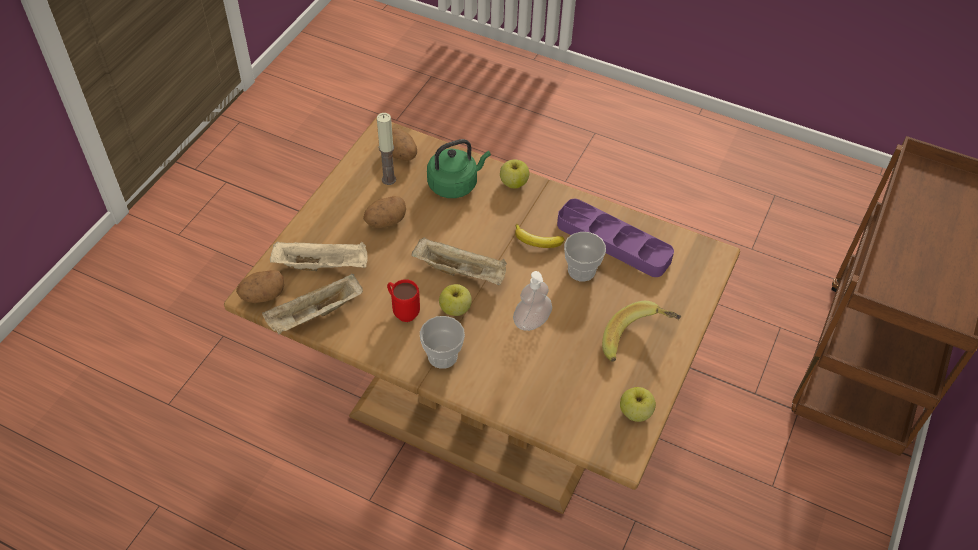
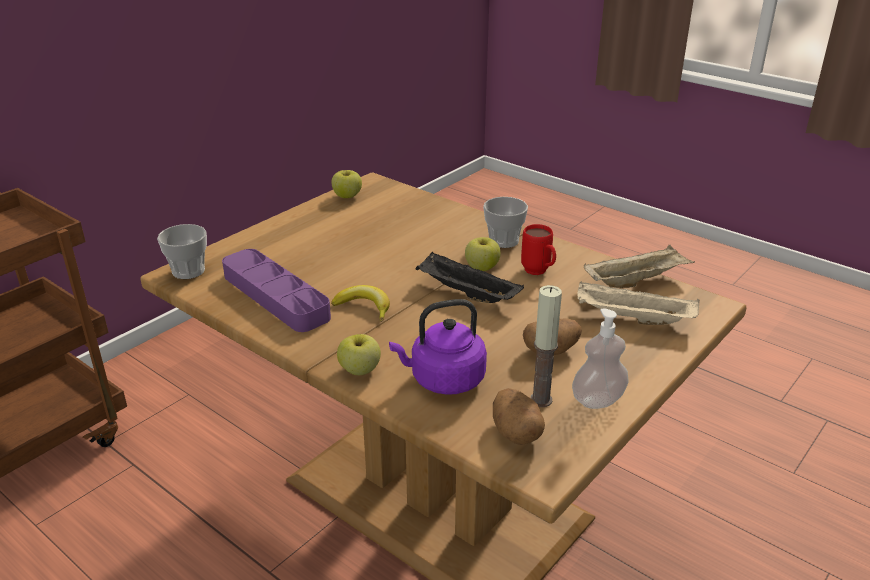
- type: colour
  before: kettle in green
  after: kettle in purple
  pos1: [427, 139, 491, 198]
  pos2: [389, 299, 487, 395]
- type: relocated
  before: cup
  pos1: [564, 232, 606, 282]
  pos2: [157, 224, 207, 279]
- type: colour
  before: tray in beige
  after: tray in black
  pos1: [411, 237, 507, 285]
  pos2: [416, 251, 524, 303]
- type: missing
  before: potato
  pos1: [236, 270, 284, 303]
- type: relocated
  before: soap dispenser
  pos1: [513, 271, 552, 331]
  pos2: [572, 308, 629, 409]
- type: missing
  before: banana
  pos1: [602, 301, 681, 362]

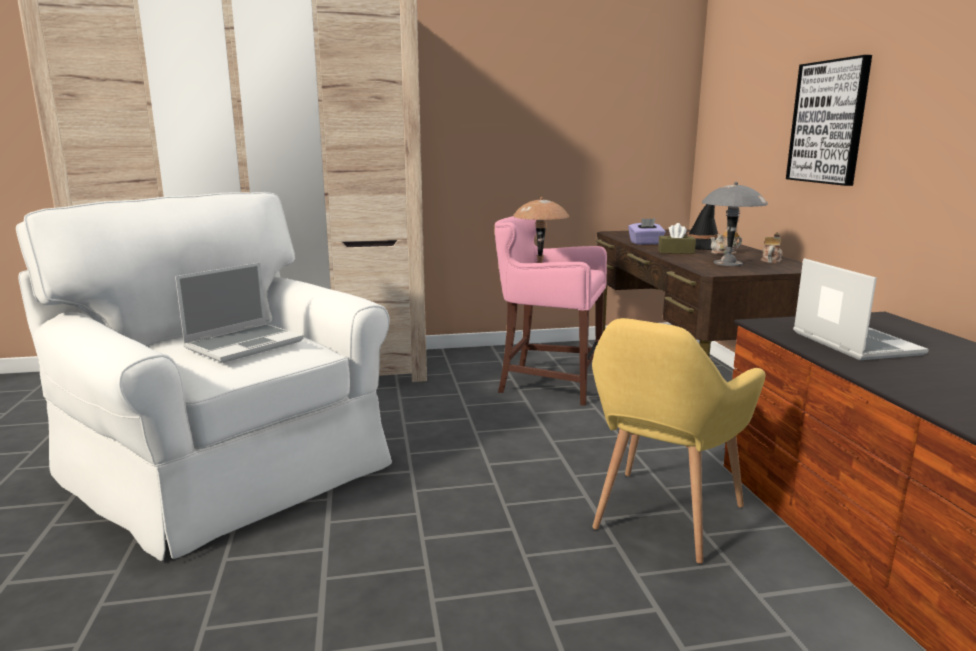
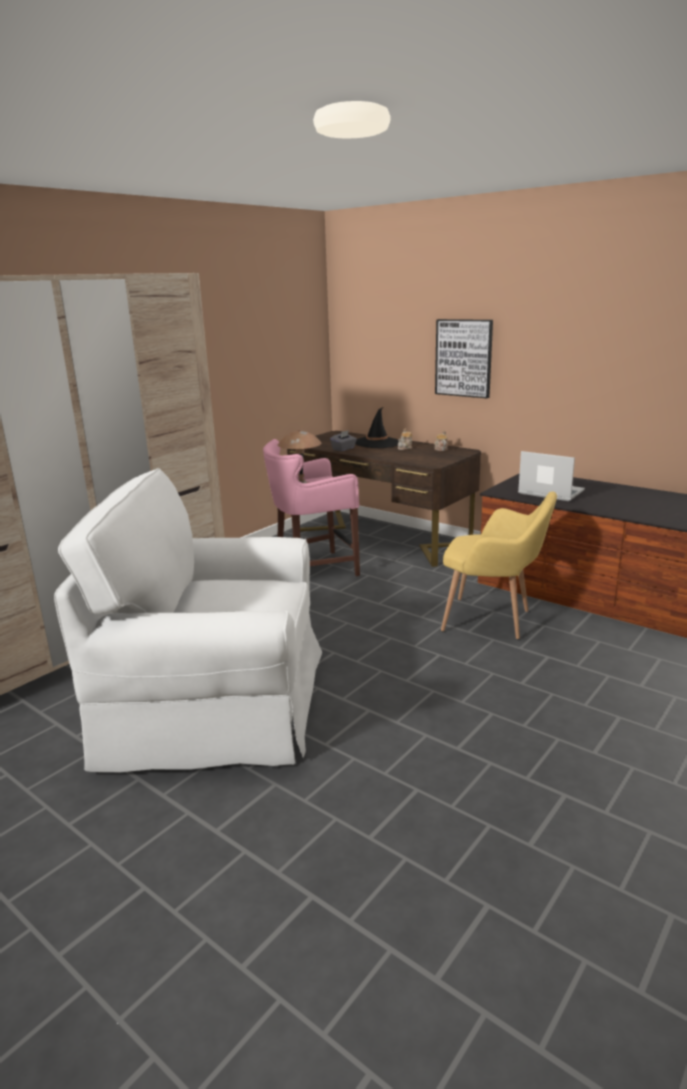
- type: missing
  before: table lamp in grey
  pos1: [702, 182, 768, 266]
- type: colour
  before: tissue box in purple
  after: tissue box in grey
  pos1: [628, 218, 666, 245]
  pos2: [330, 430, 357, 451]
- type: missing
  before: tissue box in brown
  pos1: [658, 223, 696, 254]
- type: missing
  before: laptop
  pos1: [175, 262, 303, 363]
- type: spun
  before: armchair in yellow
  pos1: [592, 318, 766, 564]
  pos2: [441, 491, 557, 639]
  turn: -60

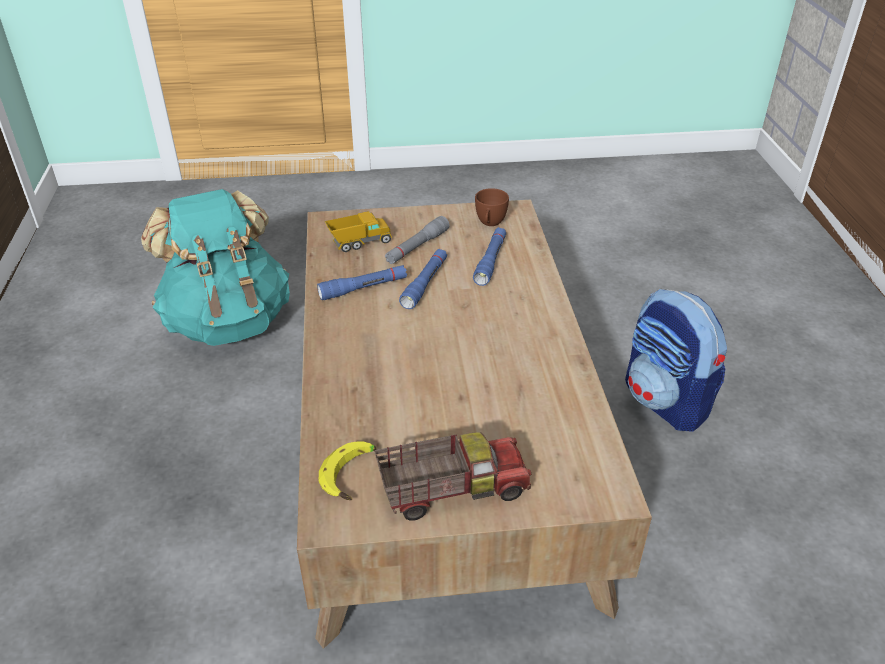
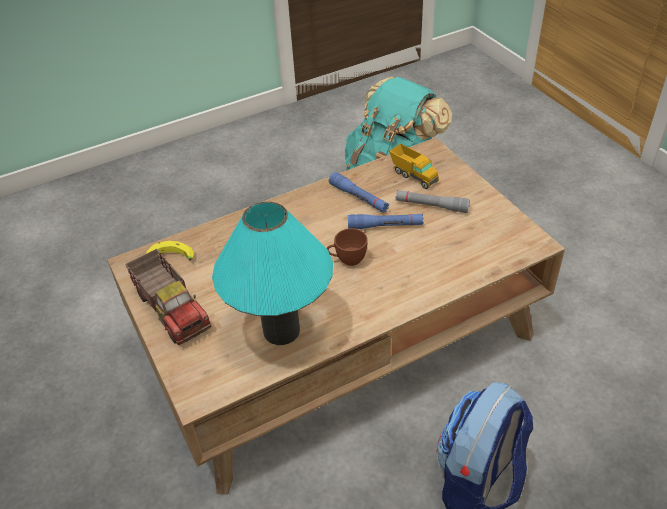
- type: relocated
  before: cup in brown
  pos1: [475, 188, 509, 226]
  pos2: [326, 228, 368, 266]
- type: missing
  before: flashlight in blue
  pos1: [473, 227, 506, 286]
- type: appeared
  after: table lamp in turquoise
  pos2: [212, 202, 333, 345]

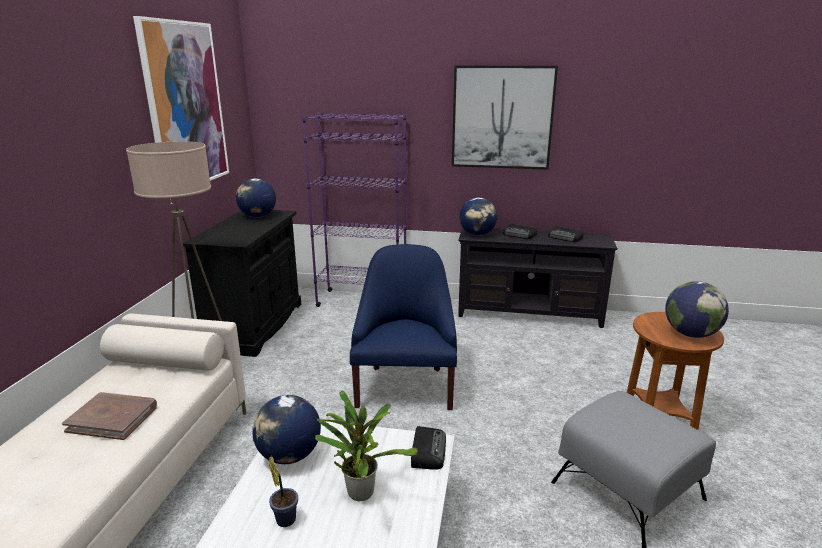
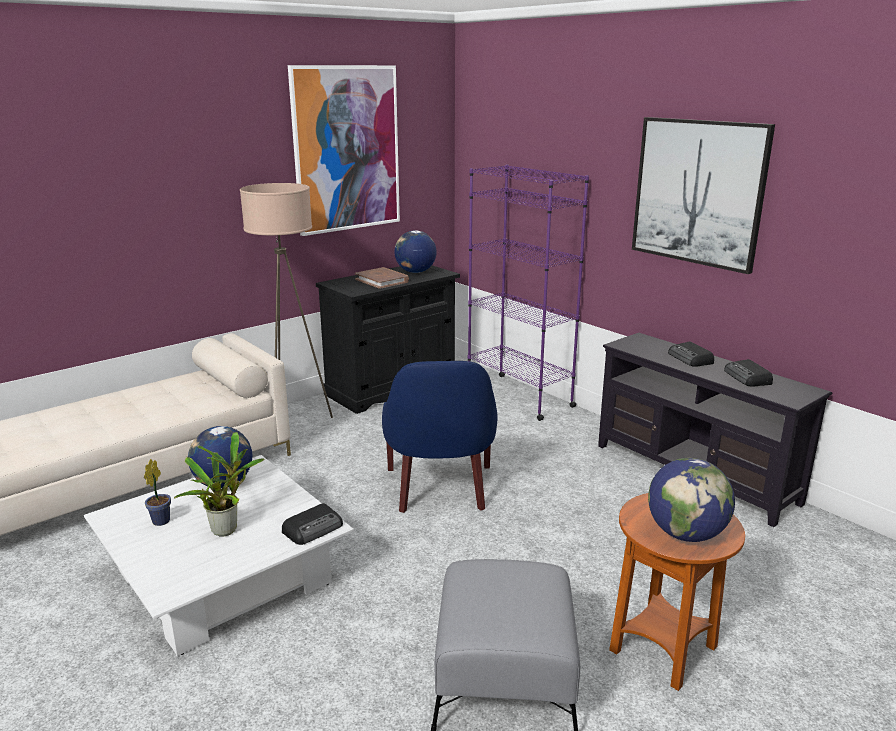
- type: missing
  before: globe
  pos1: [459, 198, 497, 236]
- type: spun
  before: armchair in blue
  pos1: [350, 244, 457, 410]
  pos2: [382, 361, 498, 513]
  turn: 135
- type: relocated
  before: book in brown
  pos1: [62, 392, 157, 440]
  pos2: [355, 267, 409, 289]

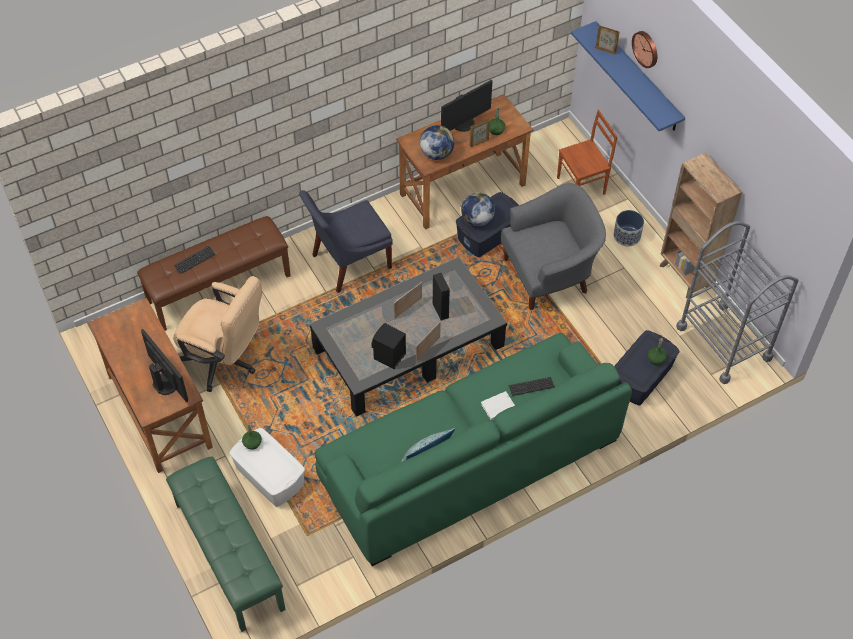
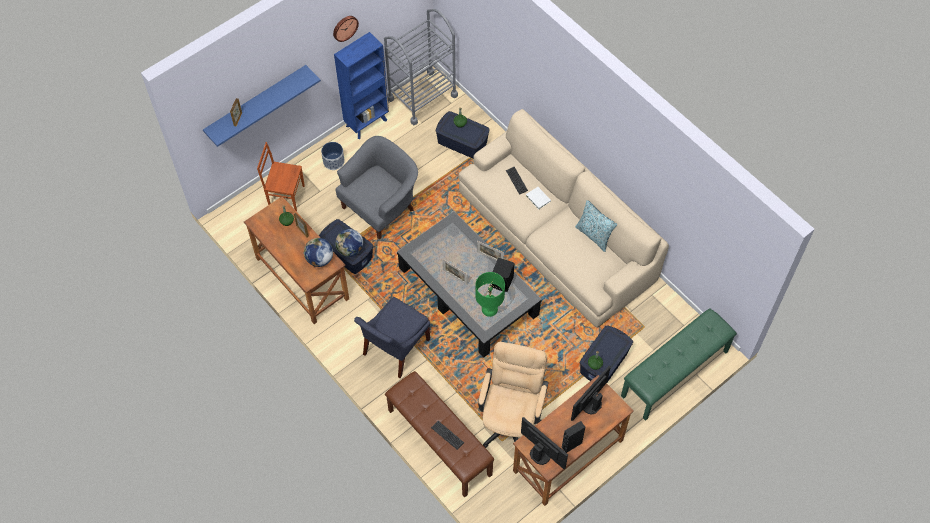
- type: relocated
  before: wall clock
  pos1: [632, 31, 657, 68]
  pos2: [333, 16, 359, 42]
- type: relocated
  before: monitor
  pos1: [441, 80, 493, 132]
  pos2: [521, 417, 568, 469]
- type: spun
  before: chair in brown
  pos1: [557, 110, 617, 195]
  pos2: [257, 142, 305, 212]
  turn: -45
- type: colour
  before: bookcase in brown
  after: bookcase in blue
  pos1: [660, 152, 742, 298]
  pos2: [334, 32, 389, 139]
- type: spun
  before: armchair in grey
  pos1: [501, 183, 606, 310]
  pos2: [336, 136, 418, 240]
  turn: 75
- type: spun
  before: chair in blue
  pos1: [299, 190, 392, 293]
  pos2: [354, 297, 430, 378]
  turn: 75
- type: relocated
  before: speaker in black
  pos1: [432, 273, 450, 321]
  pos2: [562, 421, 585, 453]
- type: colour
  before: sofa in green
  after: sofa in beige
  pos1: [315, 333, 632, 566]
  pos2: [459, 109, 669, 328]
- type: colour
  before: storage box in white
  after: storage box in blue
  pos1: [229, 428, 305, 507]
  pos2: [580, 325, 633, 382]
- type: appeared
  after: table lamp in green
  pos2: [475, 272, 505, 317]

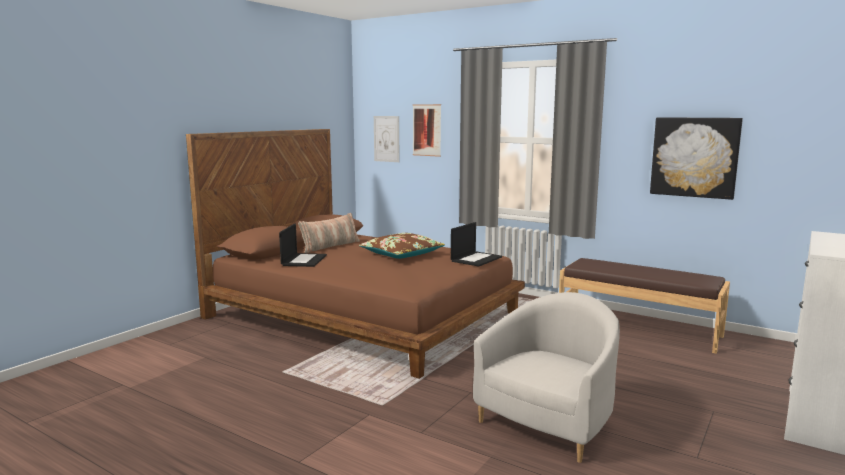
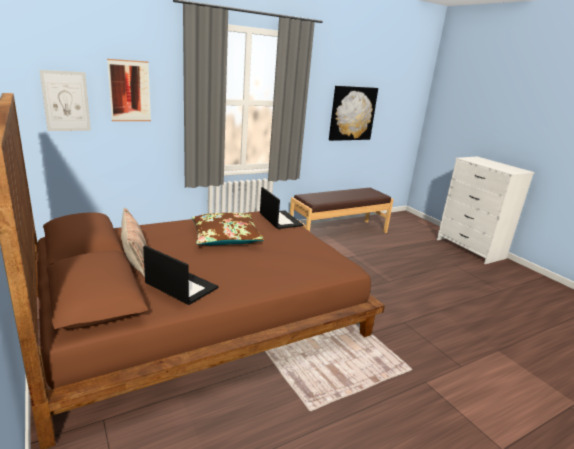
- type: missing
  before: armchair in white
  pos1: [473, 292, 620, 463]

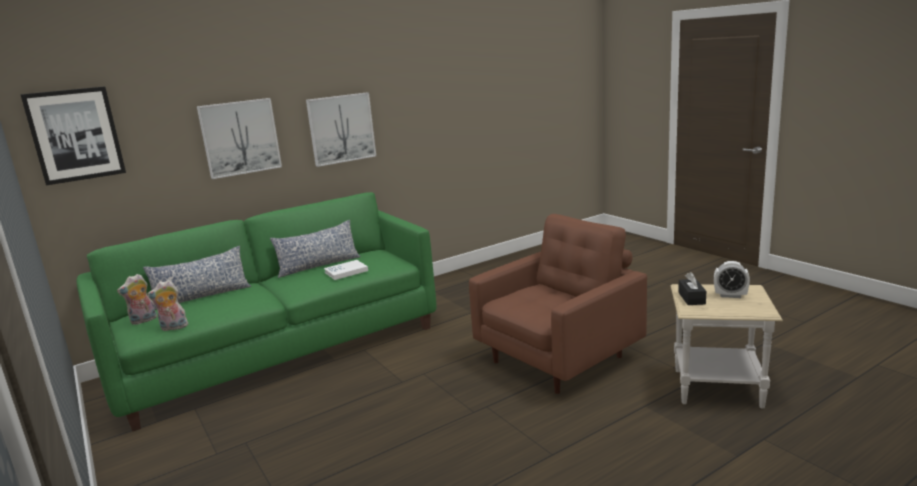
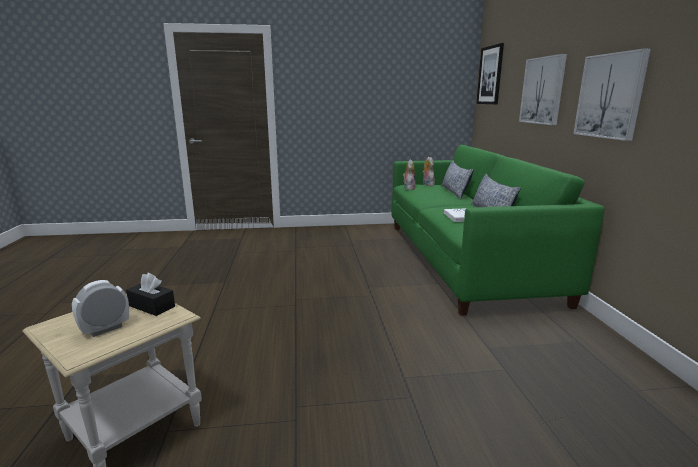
- type: missing
  before: armchair in brown
  pos1: [469, 214, 647, 394]

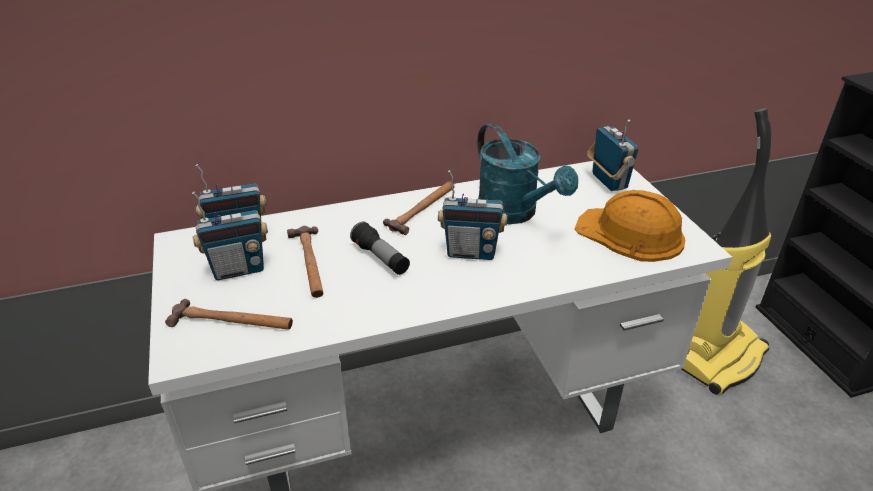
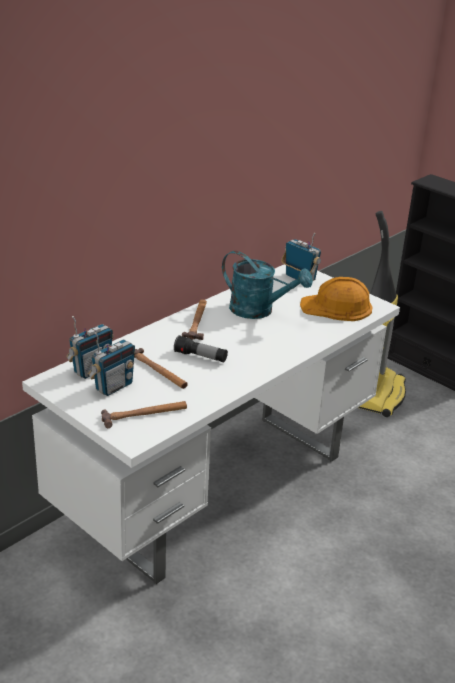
- type: missing
  before: radio
  pos1: [438, 170, 507, 260]

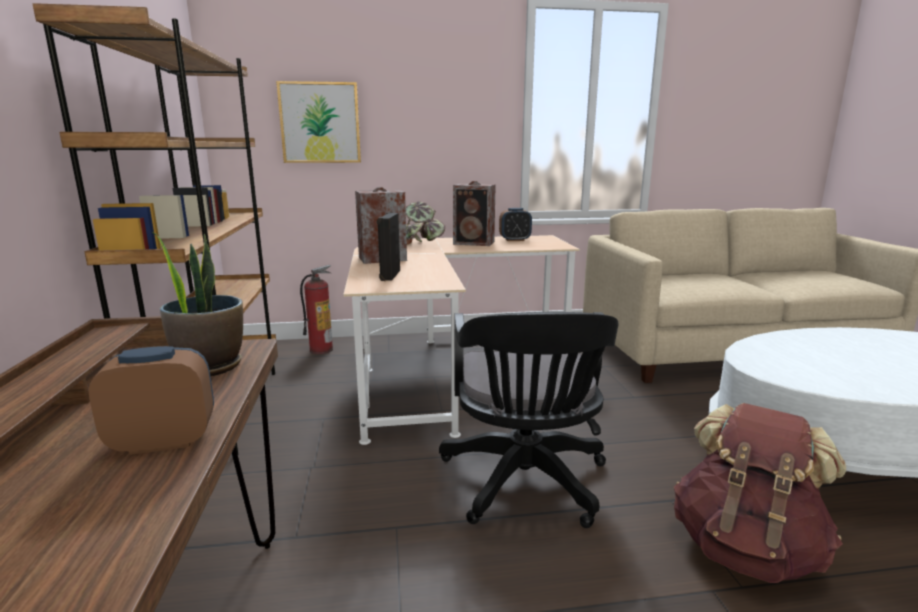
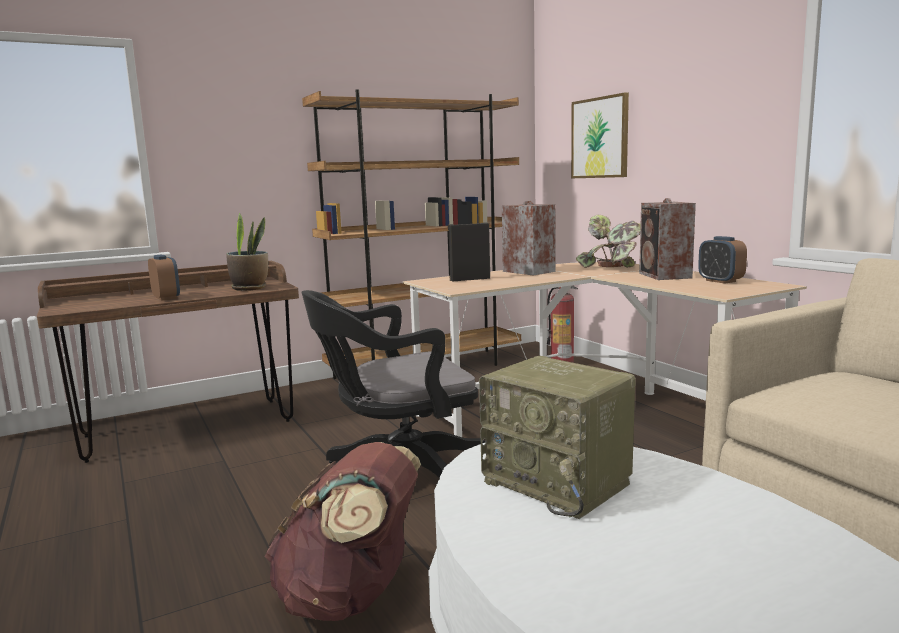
- type: appeared
  after: radio
  pos2: [479, 356, 636, 519]

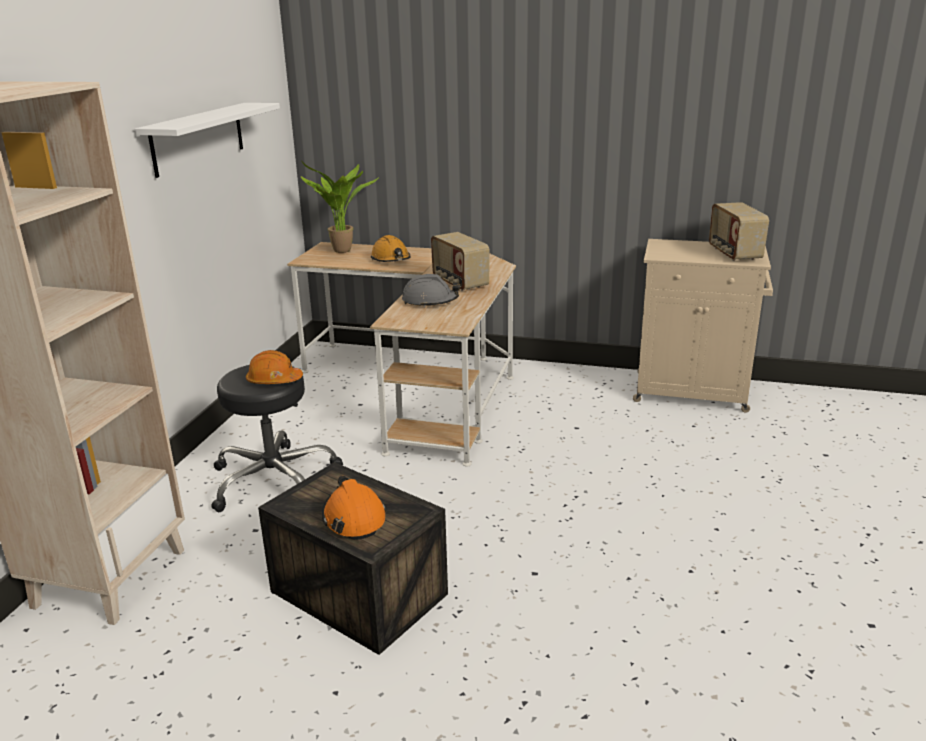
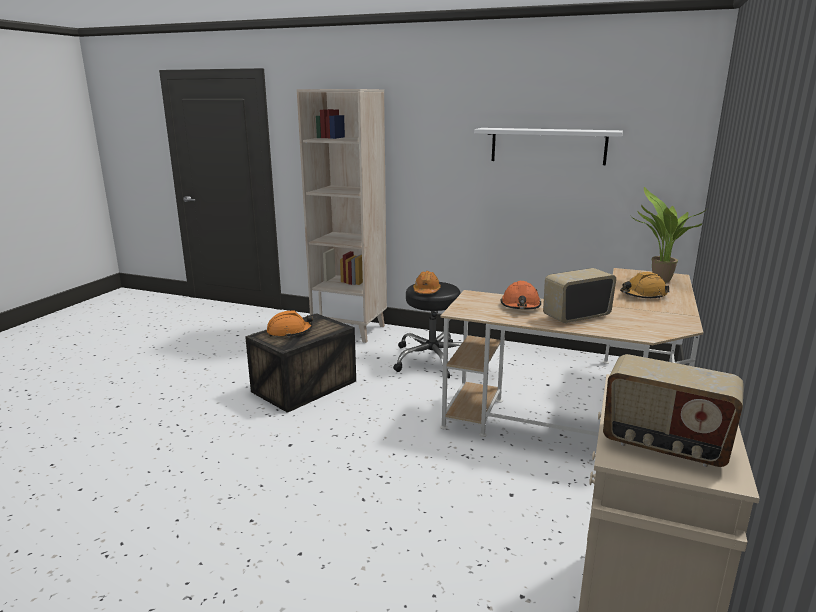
- type: spun
  before: radio
  pos1: [709, 202, 769, 261]
  pos2: [603, 354, 744, 467]
  turn: -150
- type: colour
  before: hard hat in grey
  after: hard hat in orange
  pos1: [402, 274, 460, 308]
  pos2: [501, 281, 541, 309]

